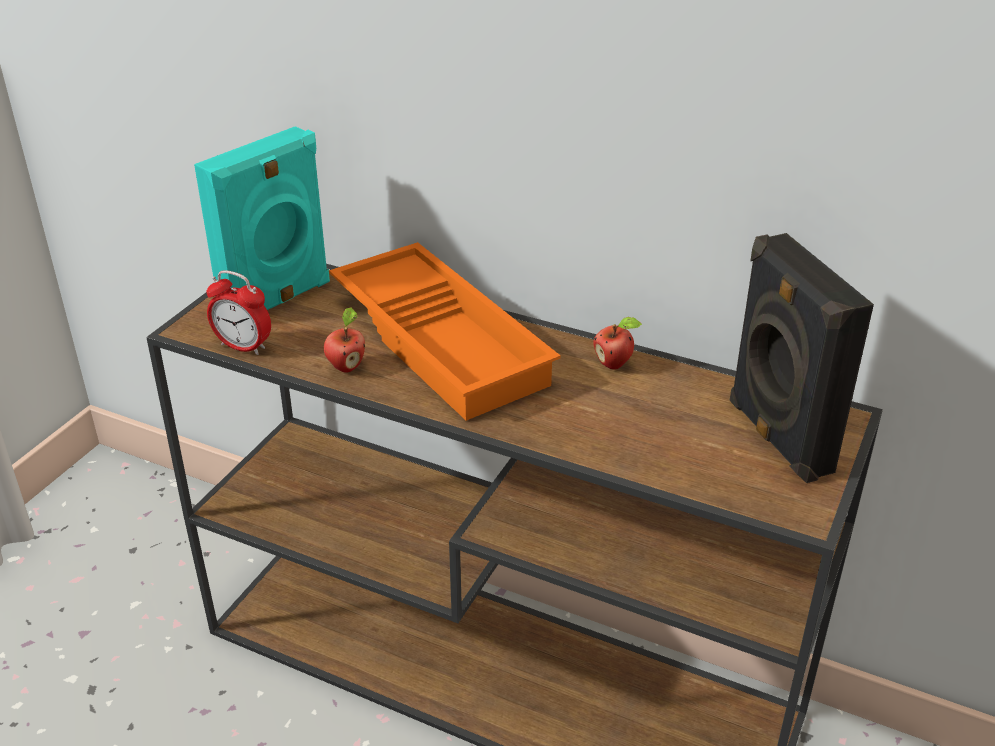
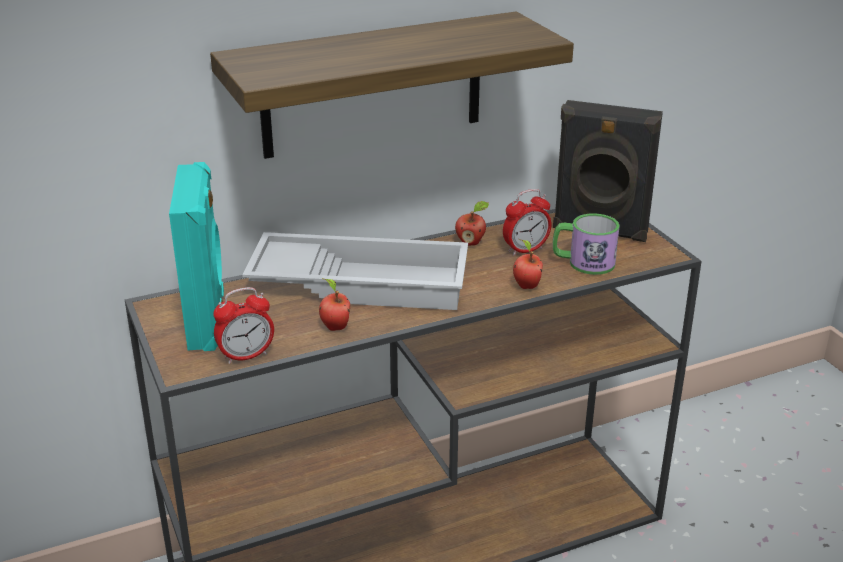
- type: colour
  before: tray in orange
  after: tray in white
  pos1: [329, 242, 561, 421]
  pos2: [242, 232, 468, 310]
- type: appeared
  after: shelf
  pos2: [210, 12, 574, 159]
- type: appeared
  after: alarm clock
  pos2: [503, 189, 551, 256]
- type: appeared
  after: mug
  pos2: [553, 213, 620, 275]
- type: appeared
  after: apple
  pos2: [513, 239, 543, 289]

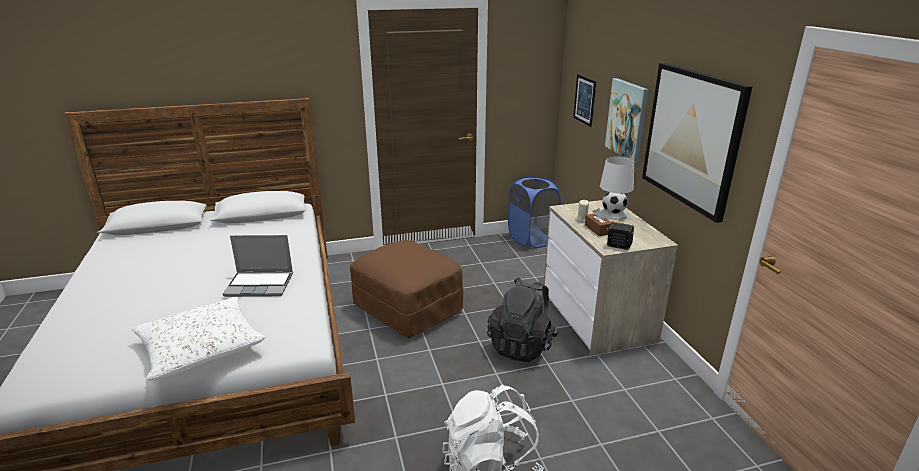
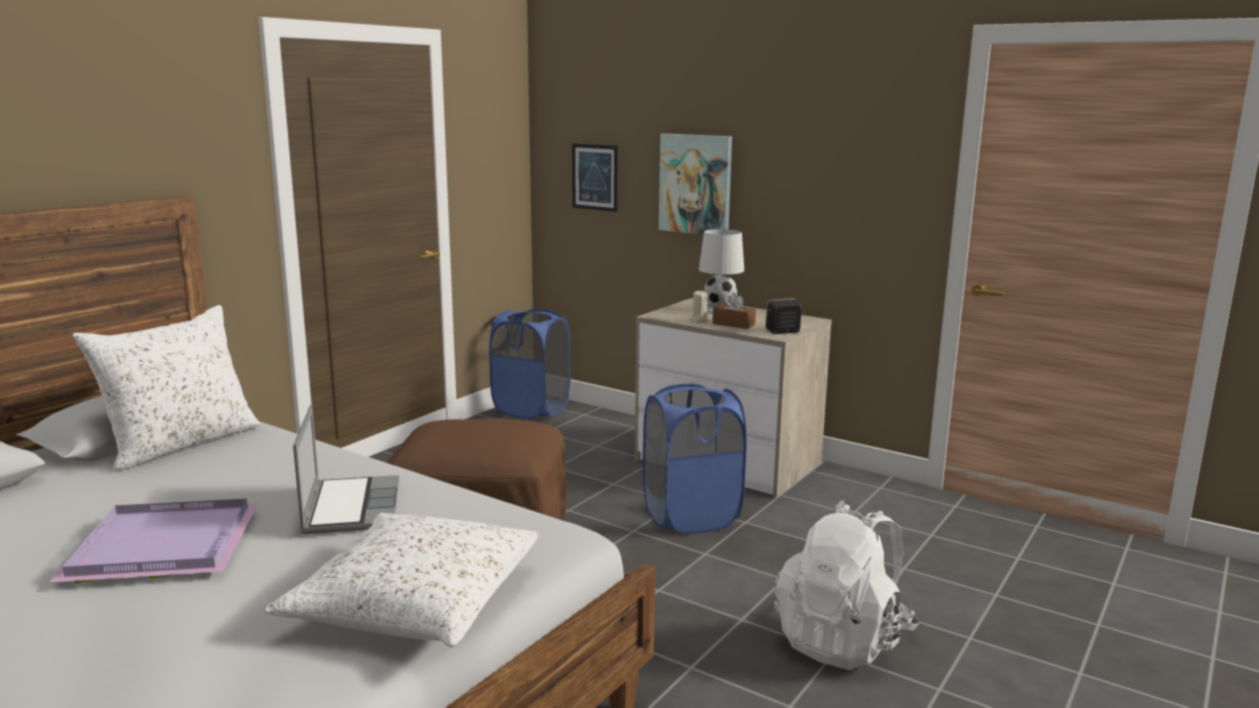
- type: missing
  before: picture
  pos1: [642, 63, 752, 223]
- type: spun
  before: laptop
  pos1: [223, 235, 293, 297]
  pos2: [293, 405, 399, 534]
  turn: -60
- type: exchanged
  before: backpack in black
  after: laundry basket in blue
  pos1: [487, 278, 558, 362]
  pos2: [643, 383, 747, 534]
- type: appeared
  after: pillow in white
  pos2: [72, 305, 260, 470]
- type: appeared
  after: tray in purple
  pos2: [49, 499, 259, 584]

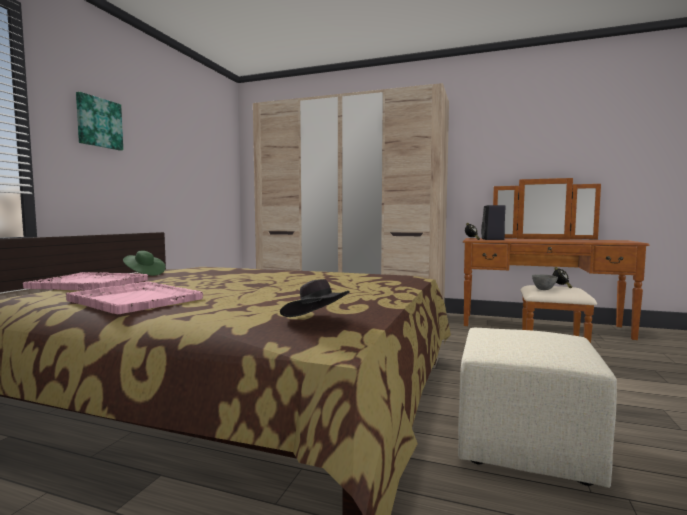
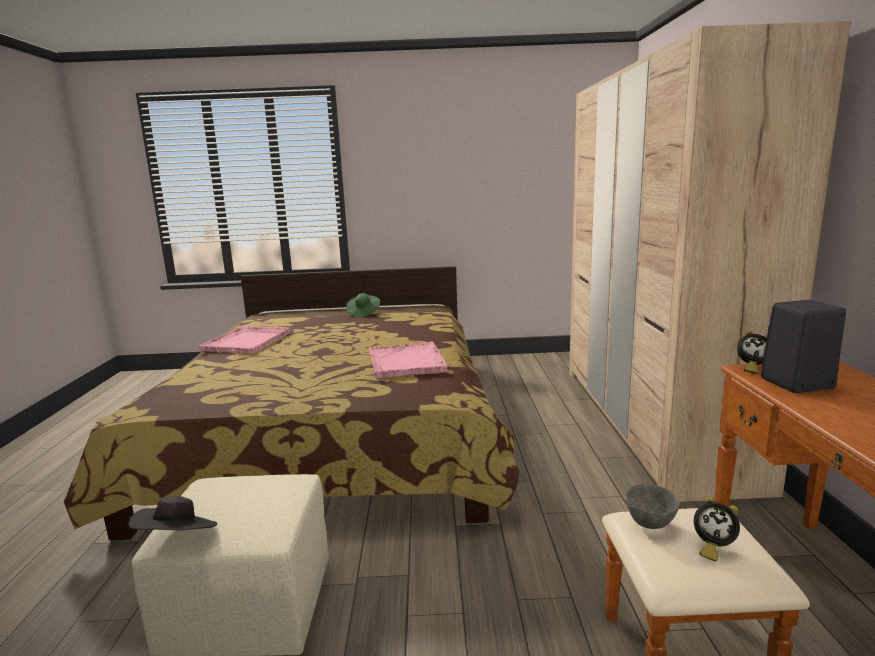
- type: missing
  before: picture
  pos1: [76, 92, 123, 151]
- type: relocated
  before: tray in pink
  pos1: [23, 272, 148, 291]
  pos2: [369, 341, 448, 378]
- type: relocated
  before: hat in black
  pos1: [280, 279, 350, 317]
  pos2: [129, 496, 217, 530]

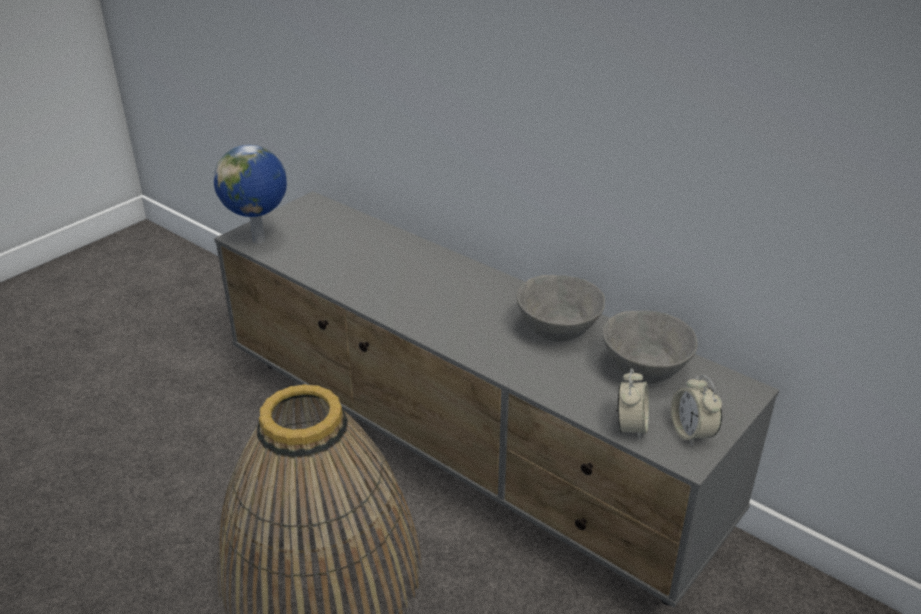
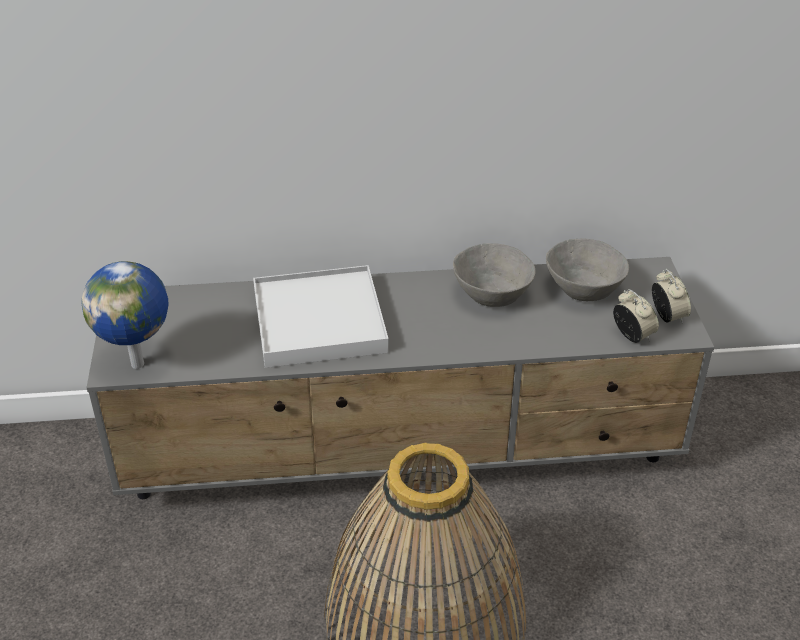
- type: spun
  before: alarm clock
  pos1: [671, 375, 722, 447]
  pos2: [652, 269, 691, 324]
  turn: -135
- type: appeared
  after: tray in white
  pos2: [253, 265, 389, 368]

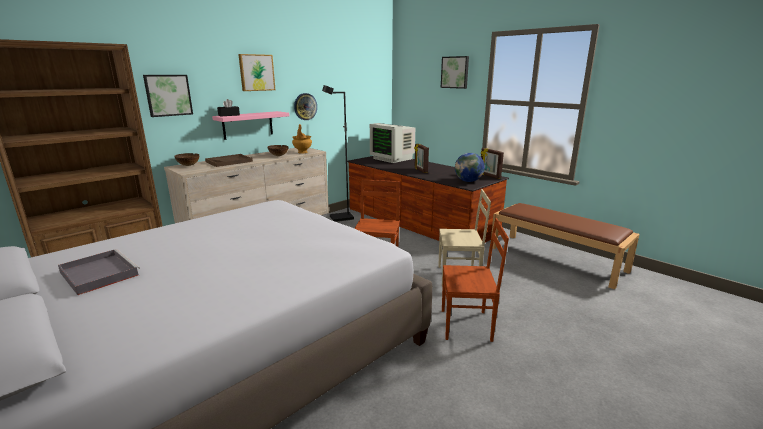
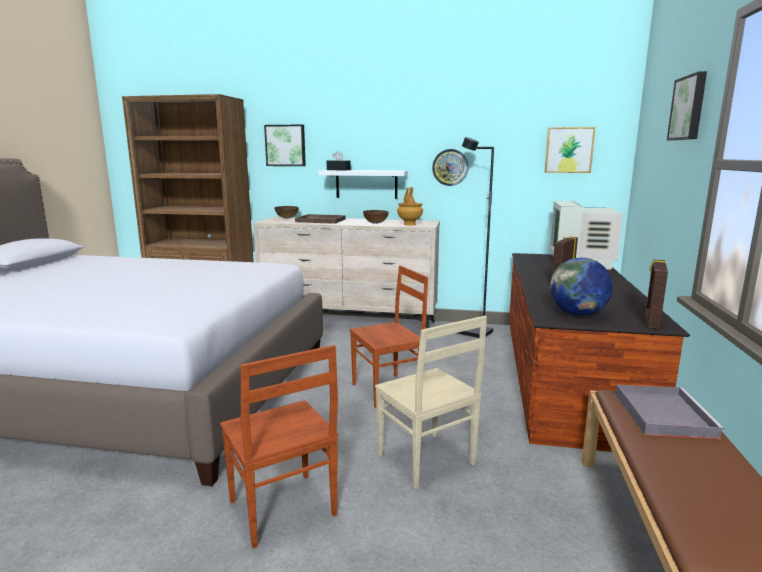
- type: relocated
  before: picture
  pos1: [238, 54, 275, 91]
  pos2: [544, 127, 595, 173]
- type: colour
  before: shelf in pink
  after: shelf in white
  pos1: [212, 111, 289, 140]
  pos2: [319, 170, 408, 199]
- type: relocated
  before: tray in grey
  pos1: [58, 249, 140, 295]
  pos2: [616, 384, 725, 439]

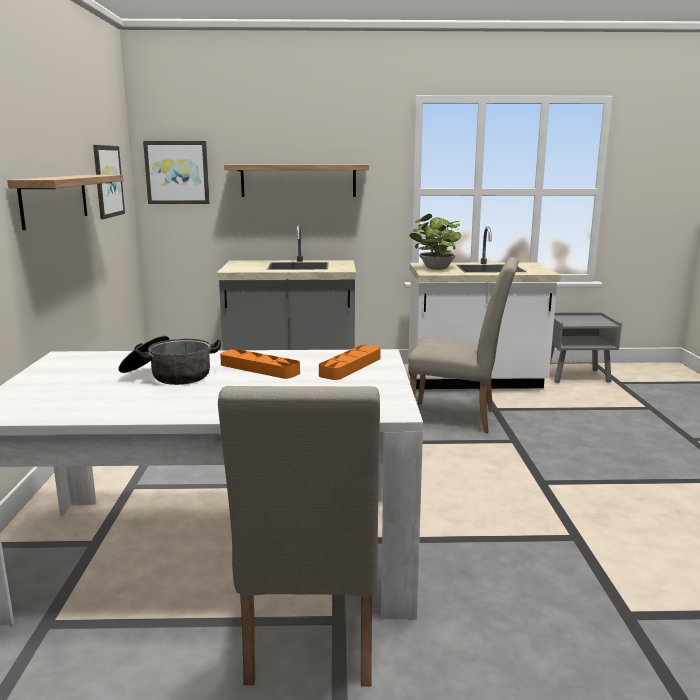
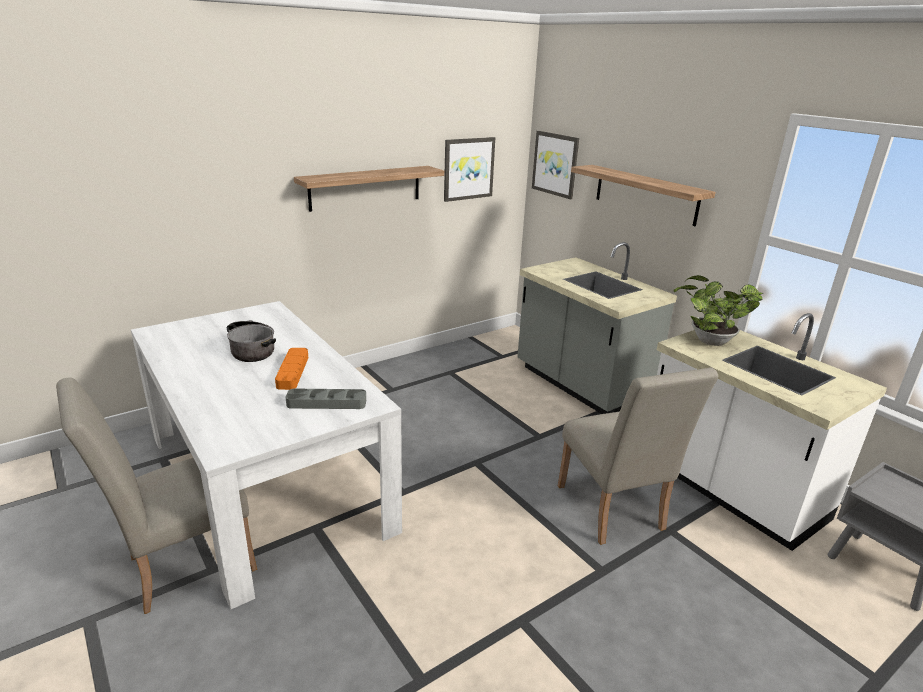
- type: colour
  before: tray in orange
  after: tray in grey
  pos1: [319, 345, 381, 380]
  pos2: [286, 389, 366, 409]

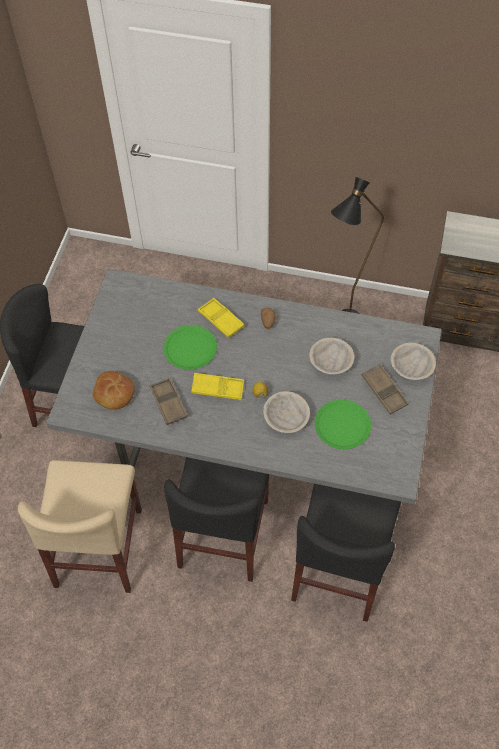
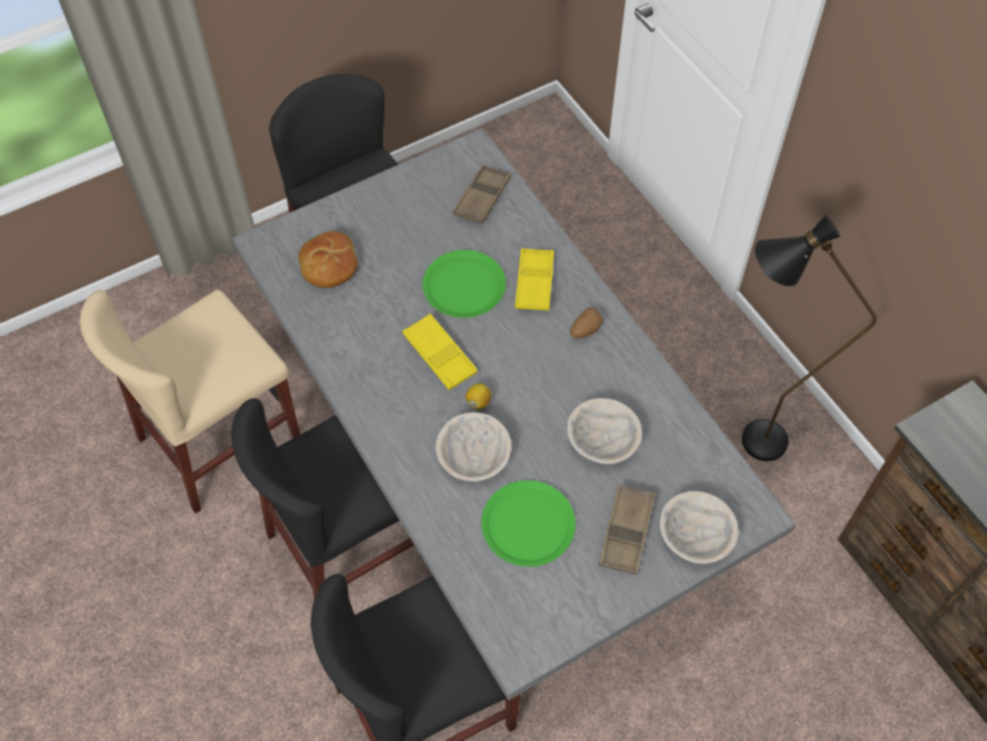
- type: relocated
  before: tray in brown
  pos1: [150, 378, 188, 425]
  pos2: [453, 164, 511, 224]

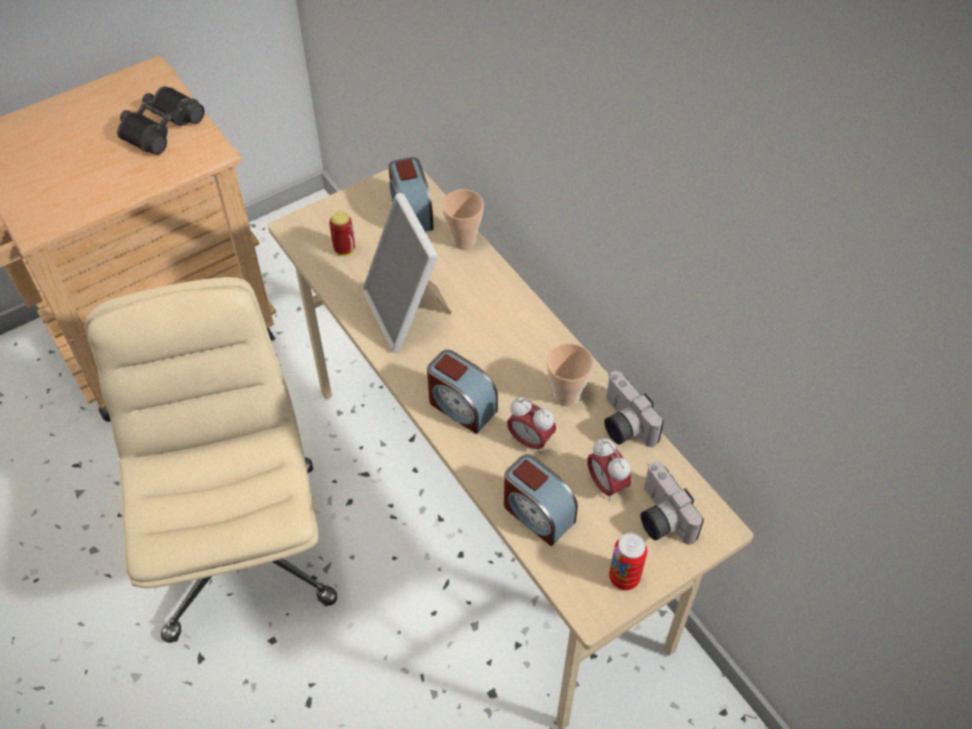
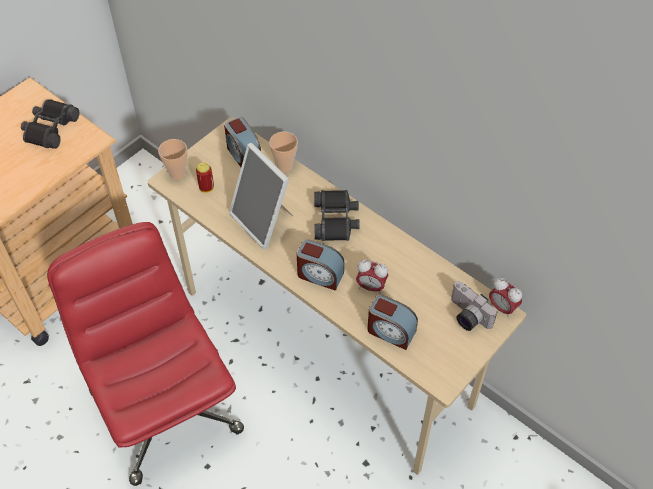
- type: colour
  before: office chair in beige
  after: office chair in red
  pos1: [85, 277, 337, 643]
  pos2: [47, 222, 244, 486]
- type: relocated
  before: cup
  pos1: [547, 343, 594, 406]
  pos2: [158, 139, 187, 180]
- type: missing
  before: photo camera
  pos1: [604, 371, 664, 447]
- type: relocated
  before: alarm clock
  pos1: [587, 438, 631, 502]
  pos2: [489, 278, 522, 318]
- type: missing
  before: can
  pos1: [609, 533, 647, 590]
- type: appeared
  after: binoculars in black
  pos2: [314, 190, 360, 241]

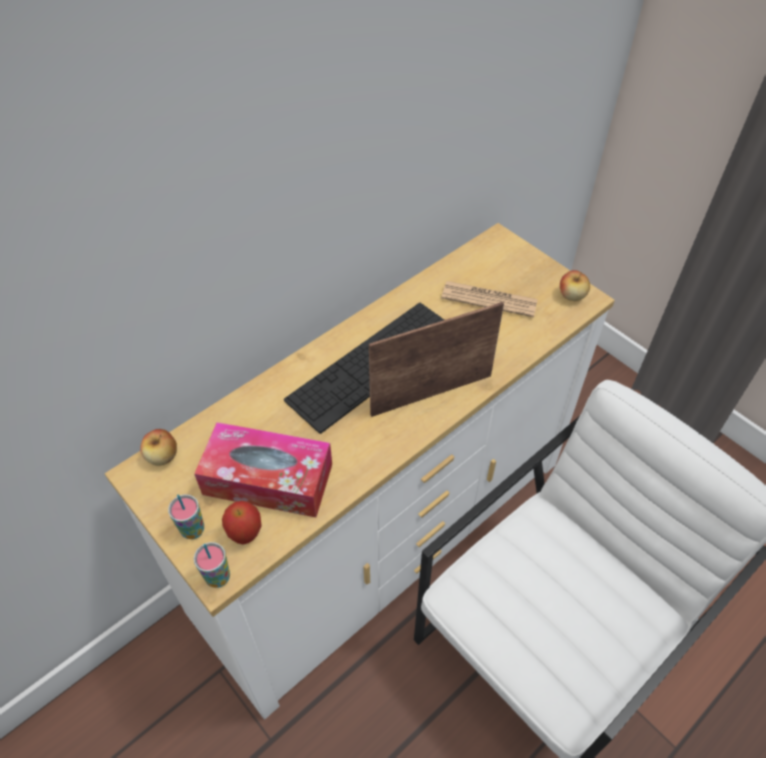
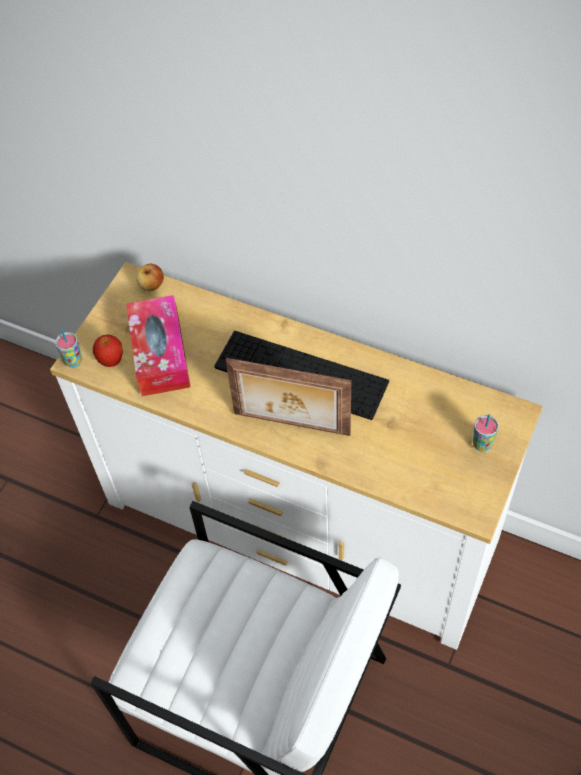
- type: missing
  before: apple
  pos1: [560, 270, 590, 301]
- type: missing
  before: newspaper
  pos1: [441, 281, 538, 317]
- type: spun
  before: picture frame
  pos1: [369, 302, 504, 417]
  pos2: [226, 358, 351, 436]
  turn: 150
- type: relocated
  before: cup
  pos1: [168, 494, 204, 539]
  pos2: [473, 414, 499, 452]

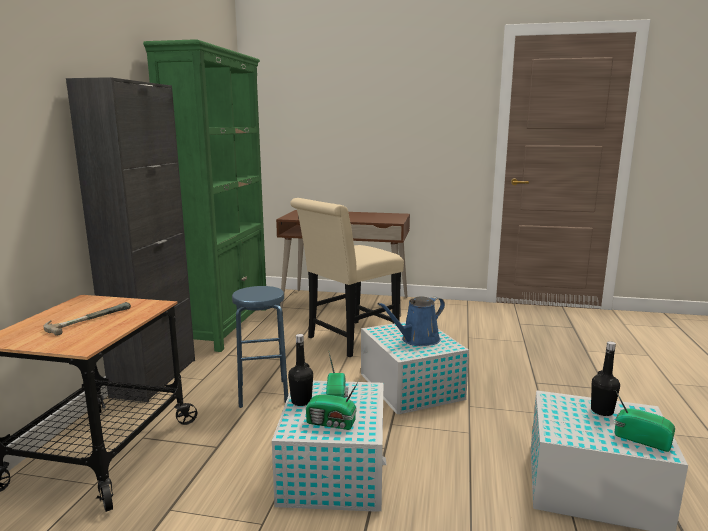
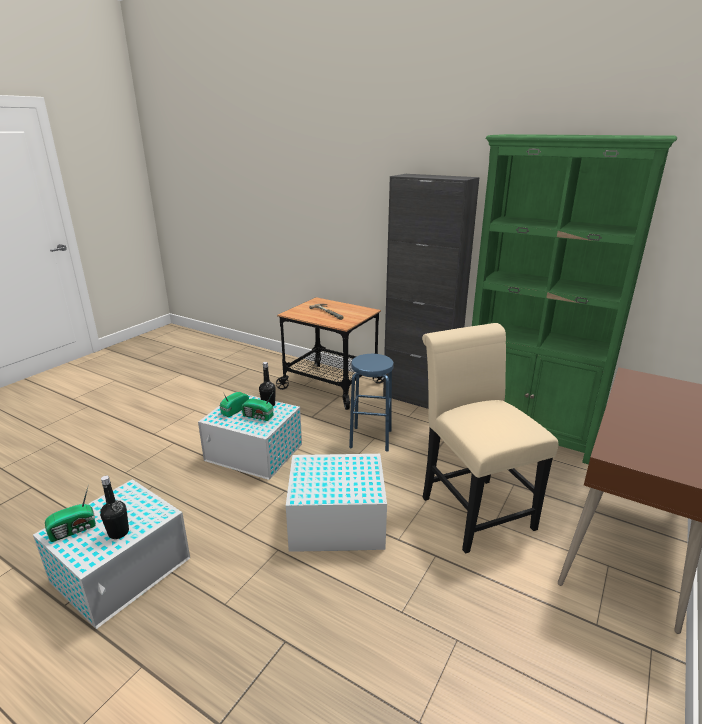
- type: missing
  before: watering can in blue
  pos1: [378, 296, 445, 346]

